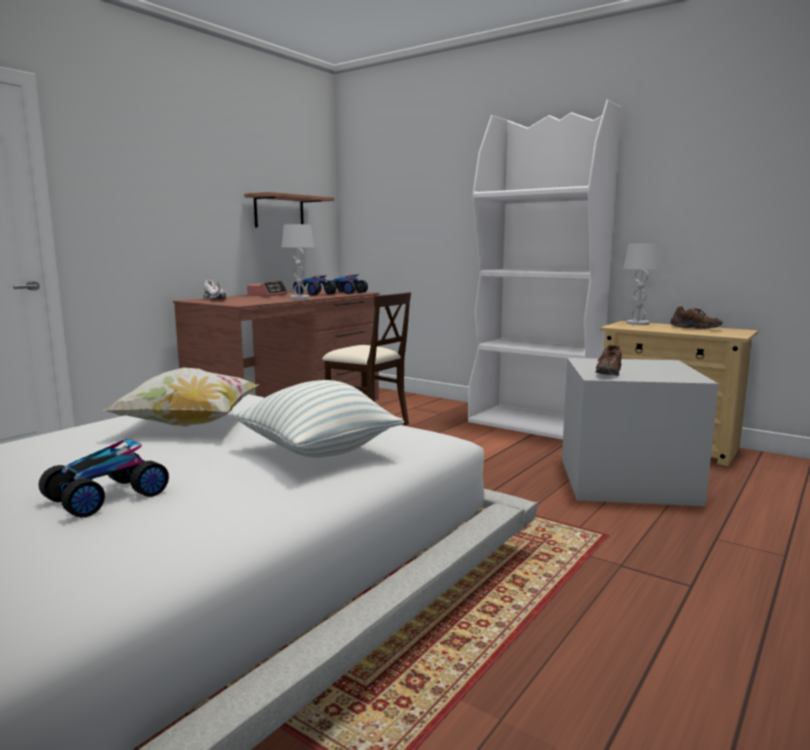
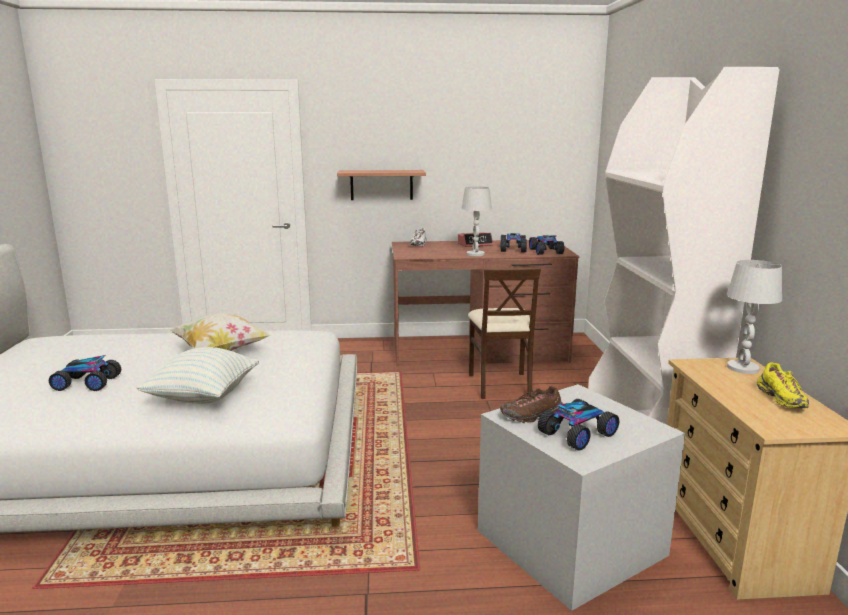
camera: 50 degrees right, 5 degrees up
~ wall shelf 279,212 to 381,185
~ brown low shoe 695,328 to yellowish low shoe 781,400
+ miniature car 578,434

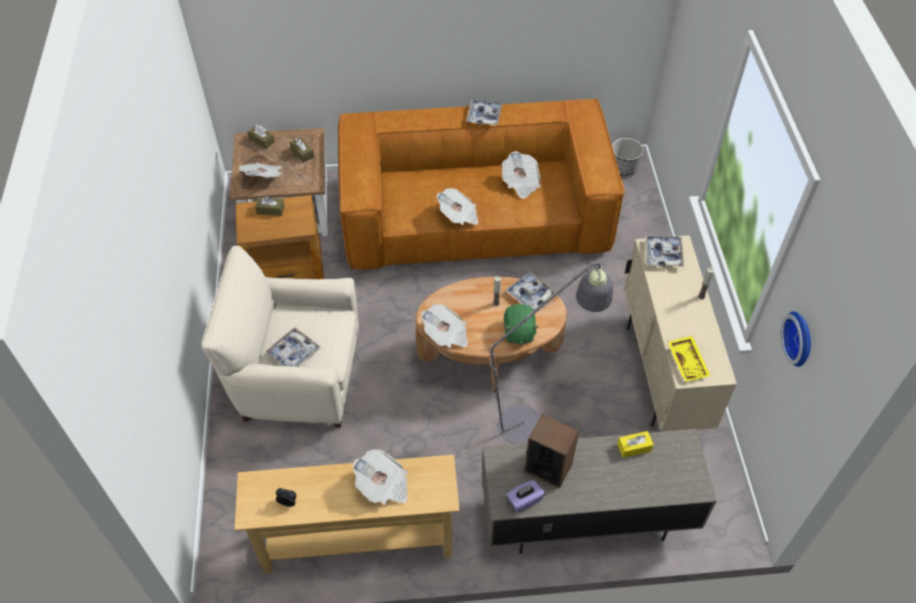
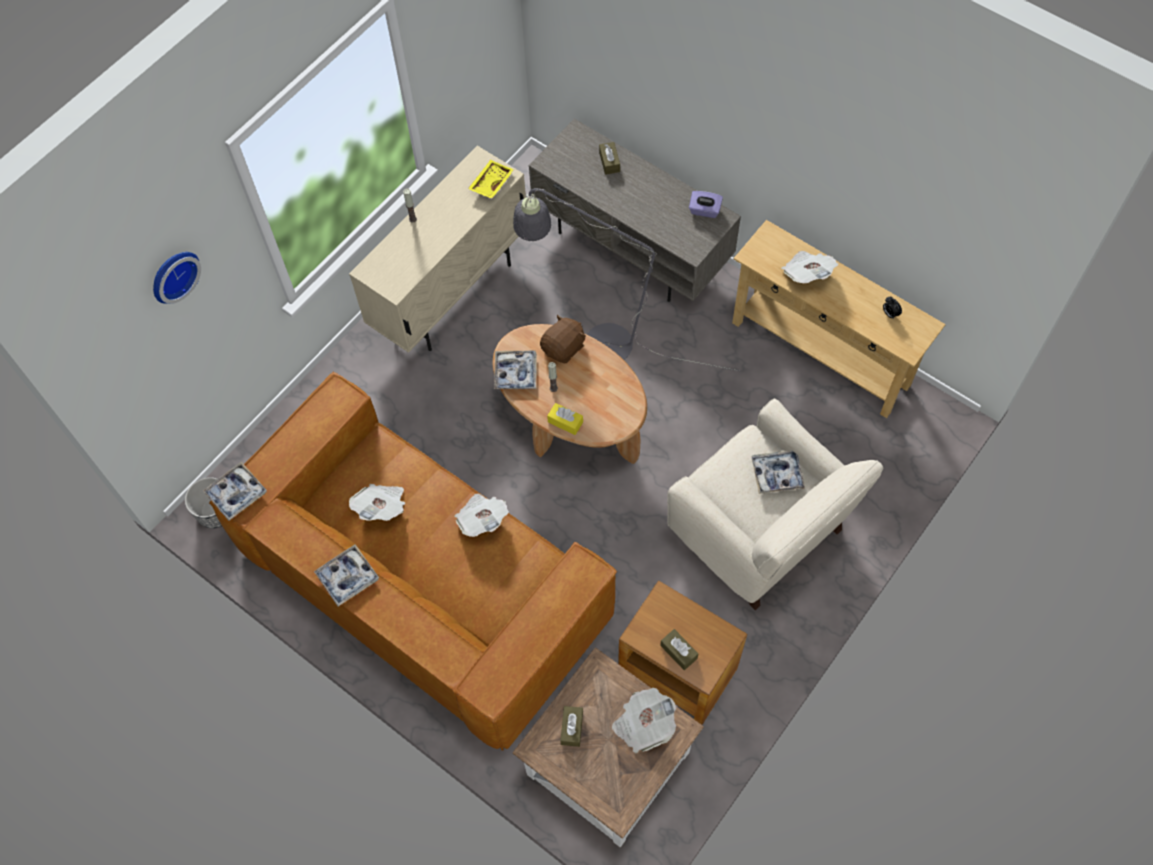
camera: 135 degrees left, 10 degrees up
~ brown tissue holder 261,141 to 609,162
- newspaper 446,335
~ green-coloured cuddly toy 518,332 to brown cuddly toy 564,348
- loudspeaker 548,467
~ yellowish tissue holder 634,447 to 565,422
~ carrying tray 663,254 to 236,494
~ hanging clock 800,338 to 172,275

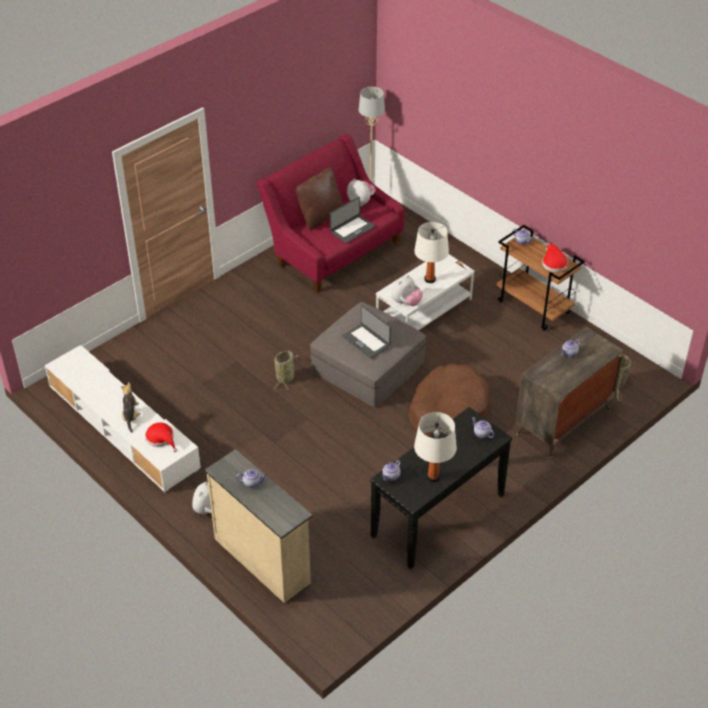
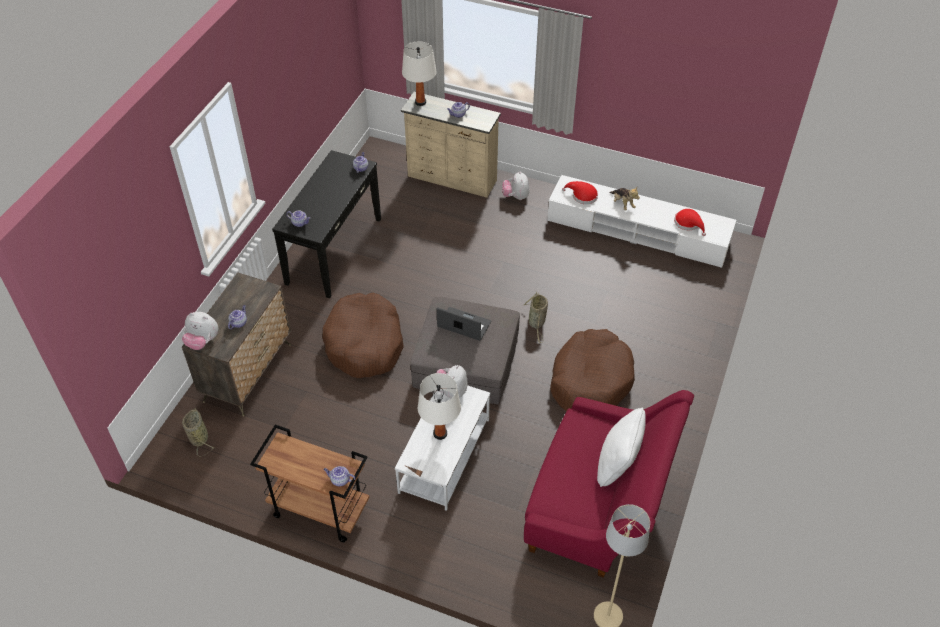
camera: 155 degrees right, 5 degrees up
~ brown pillow 320,217 to white pillow 617,464
- laptop 352,229
~ cuddly toy 361,201 to 202,341
~ white tabletop lamp 433,476 to 420,102
~ red-coloured hat 553,263 to 688,223
+ brown dog bed 590,380

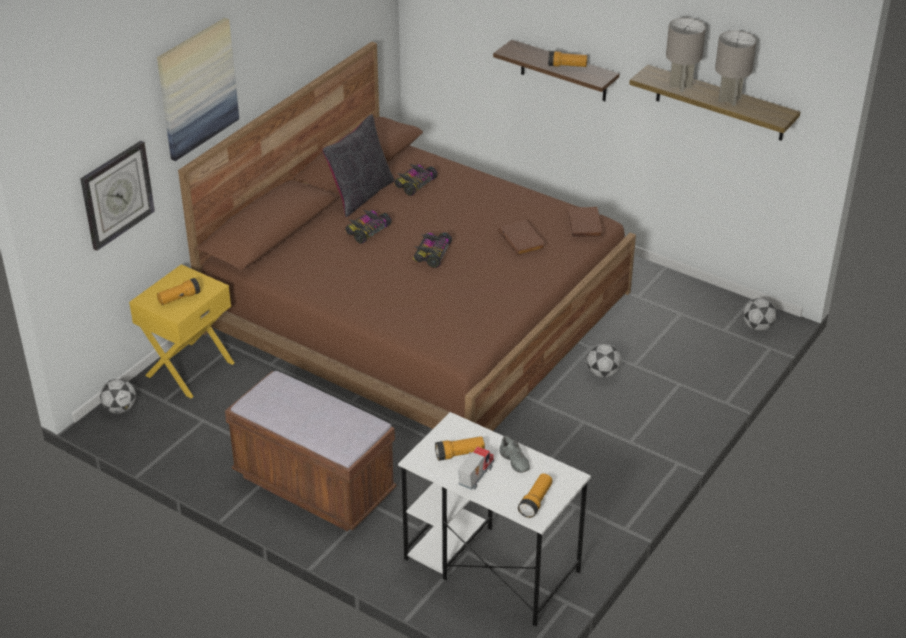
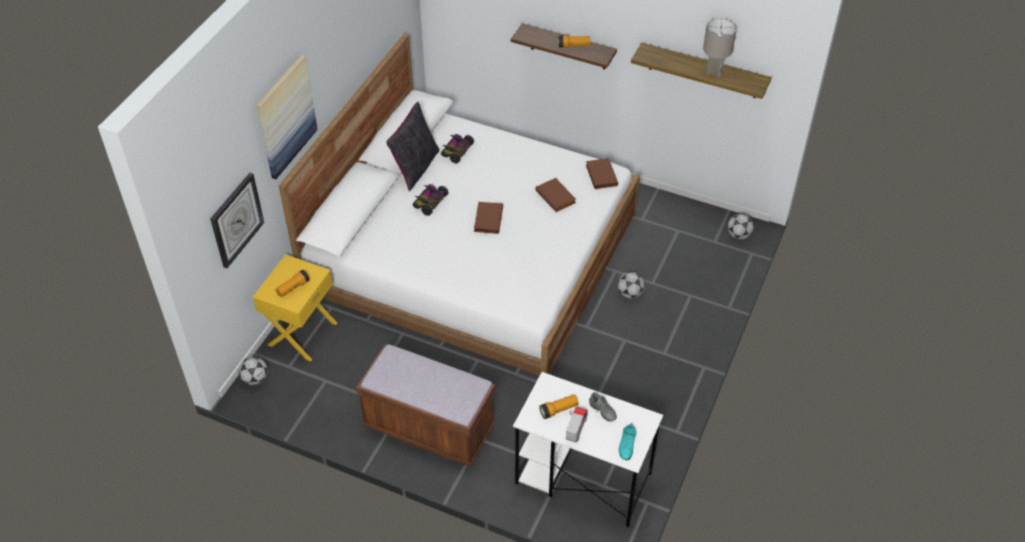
camera: 10 degrees left, 10 degrees up
~ brown bedroom bed 418,311 to white bedroom bed 473,255
~ miniature car 431,254 to brown volume 487,219
~ flashlight 535,501 to turquoise low shoe 627,445
- gray tabletop lamp 680,86

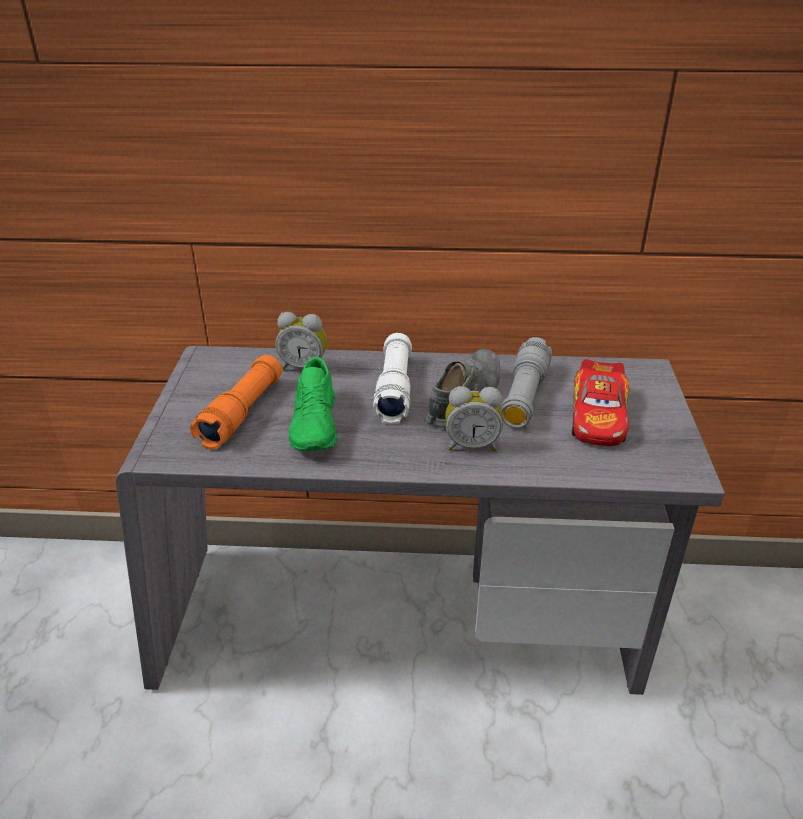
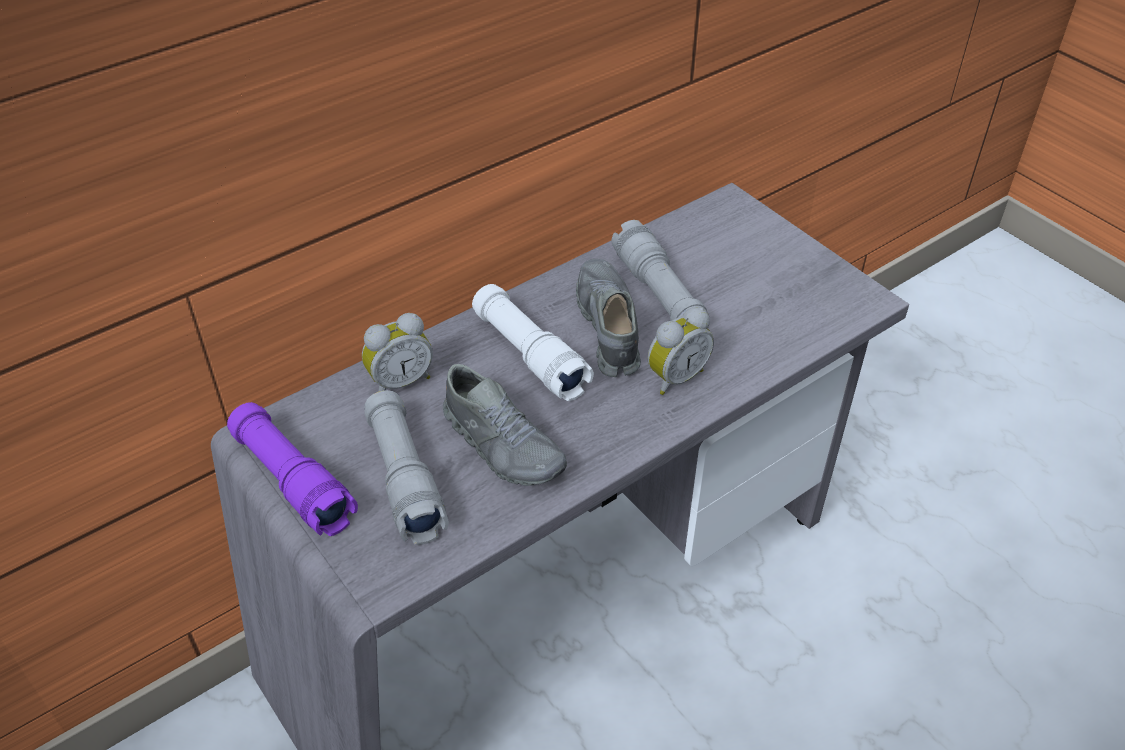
camera: 40 degrees left, 10 degrees up
~ orangey flashlight 242,413 to gray flashlight 405,478
~ green-coloured low shoe 316,425 to gray low shoe 503,445
- miniature car 598,417
+ purple flashlight 293,481

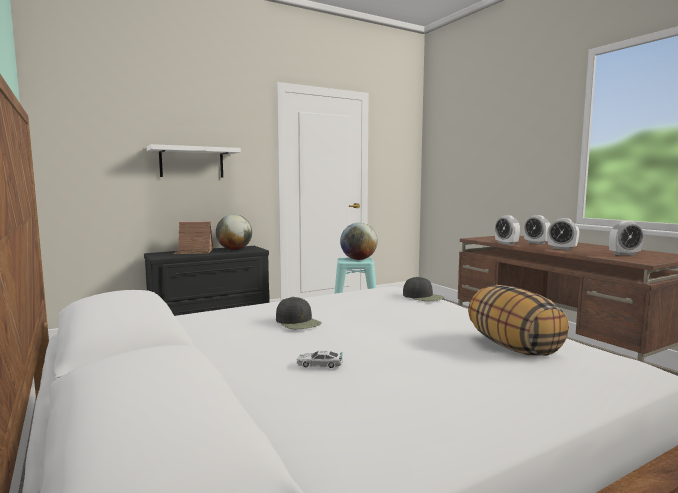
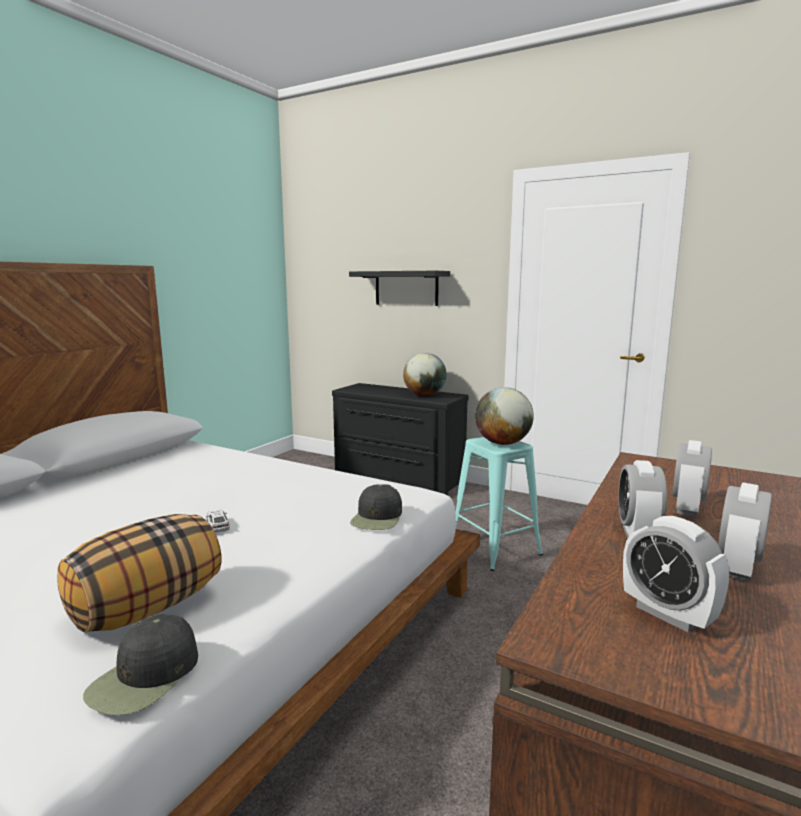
camera: 60 degrees right, 5 degrees up
~ white wall shelf 192,162 to black-coloured wall shelf 406,288
- miniature house 193,252
~ black-coloured baseball cap 298,322 to 145,677
~ miniature car 319,364 to 218,524
~ bedside clock 506,243 to 738,568

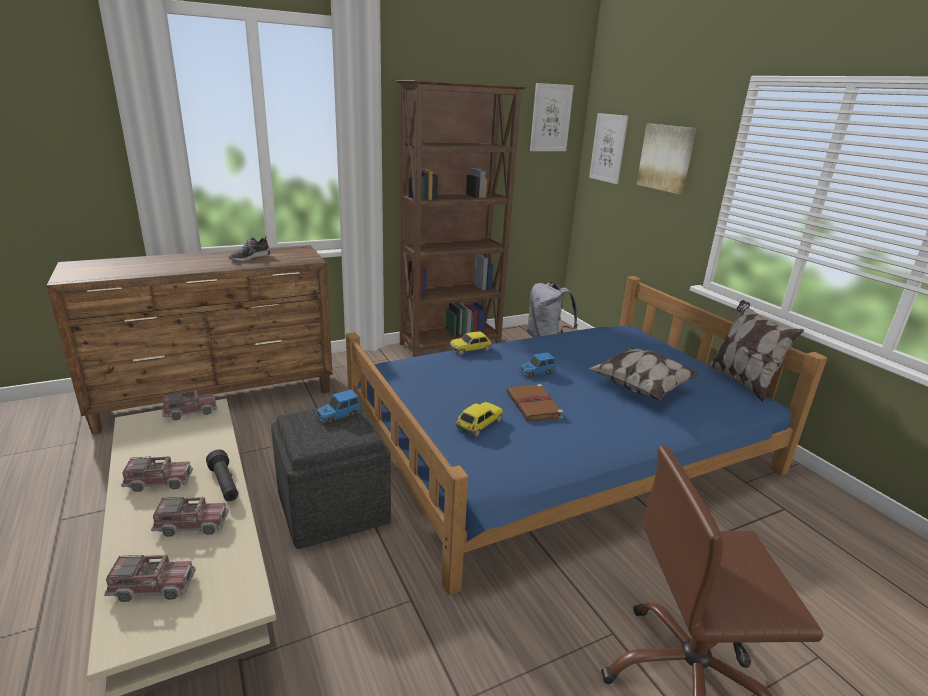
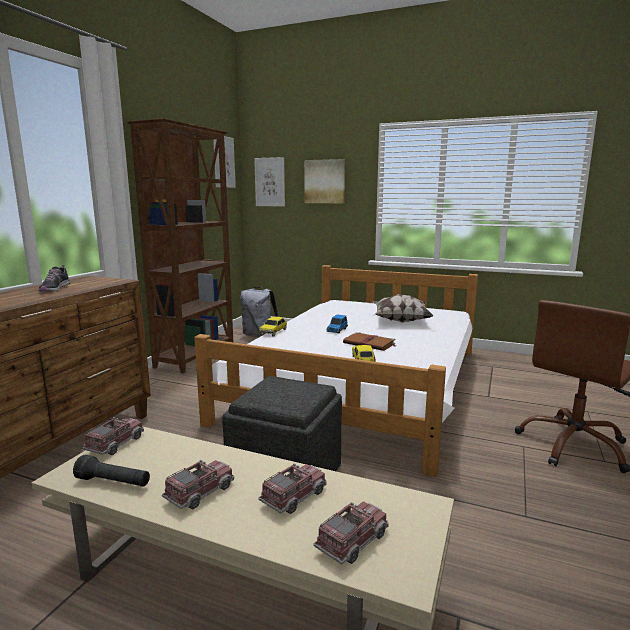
camera: 40 degrees left, 10 degrees down
~ black-coloured flashlight 225,484 to 113,482
- miniature car 338,416
~ blue-coloured bedroom bed 558,447 to white bedroom bed 361,383
- pillow 741,381

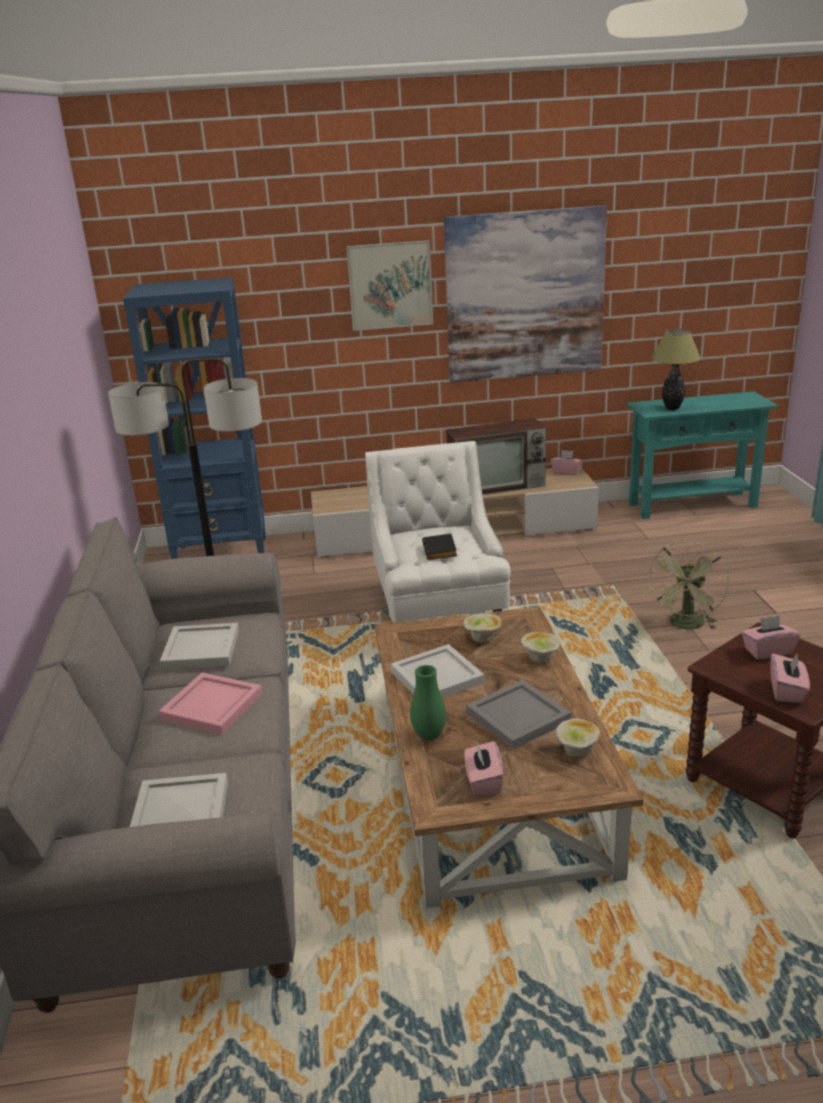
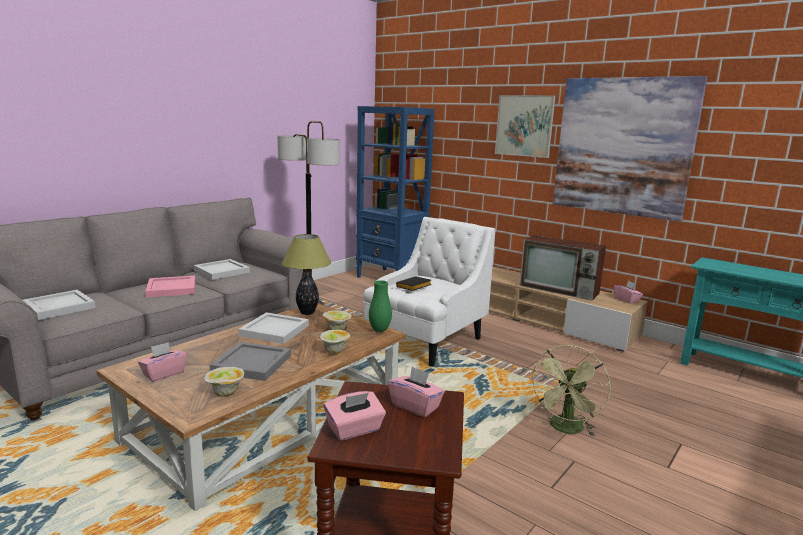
camera: 45 degrees right, 10 degrees down
~ green-coloured vase 429,736 to 379,330
~ green-coloured electric fan 686,625 = 566,429 45 degrees counterclockwise
~ tabletop lamp 672,408 to 307,313

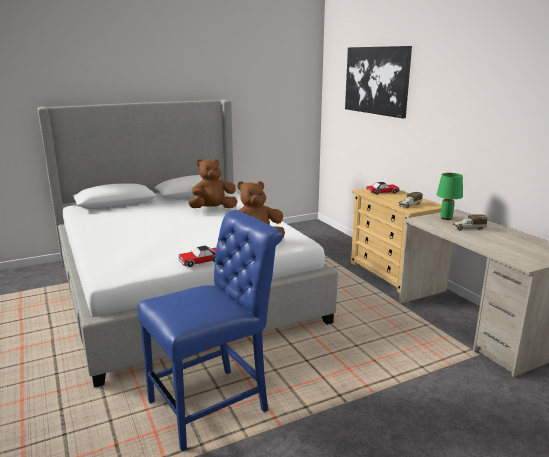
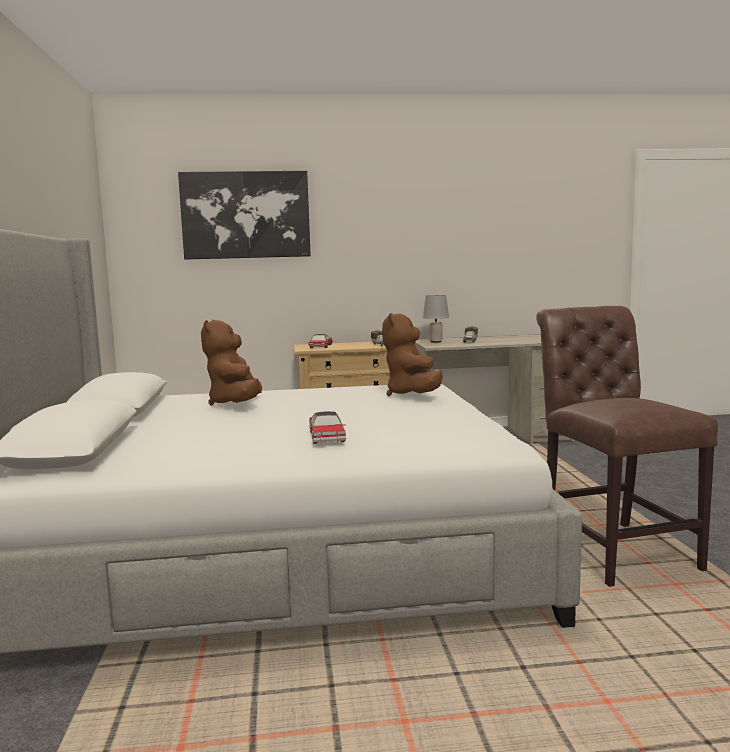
camera: 70 degrees left, 10 degrees down
~ blue-coloured plain chair 215,404 to brown plain chair 613,549
~ miniature car 200,261 to 327,436
~ green-coloured tabletop lamp 446,218 to gray tabletop lamp 435,342

